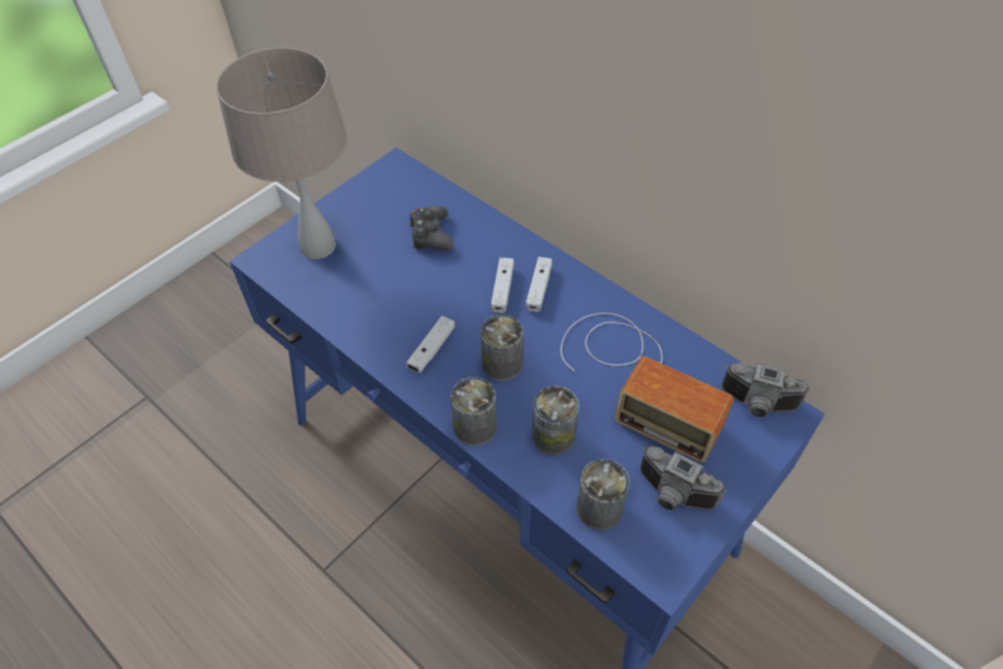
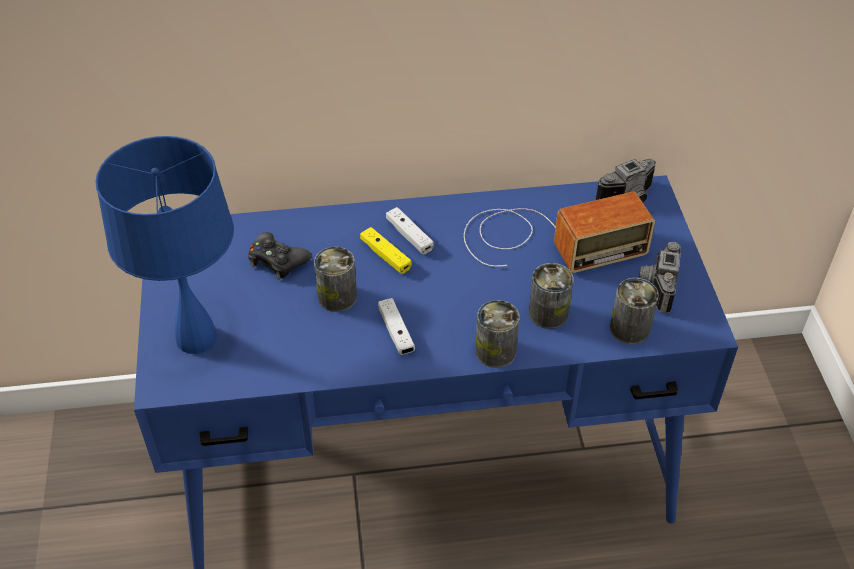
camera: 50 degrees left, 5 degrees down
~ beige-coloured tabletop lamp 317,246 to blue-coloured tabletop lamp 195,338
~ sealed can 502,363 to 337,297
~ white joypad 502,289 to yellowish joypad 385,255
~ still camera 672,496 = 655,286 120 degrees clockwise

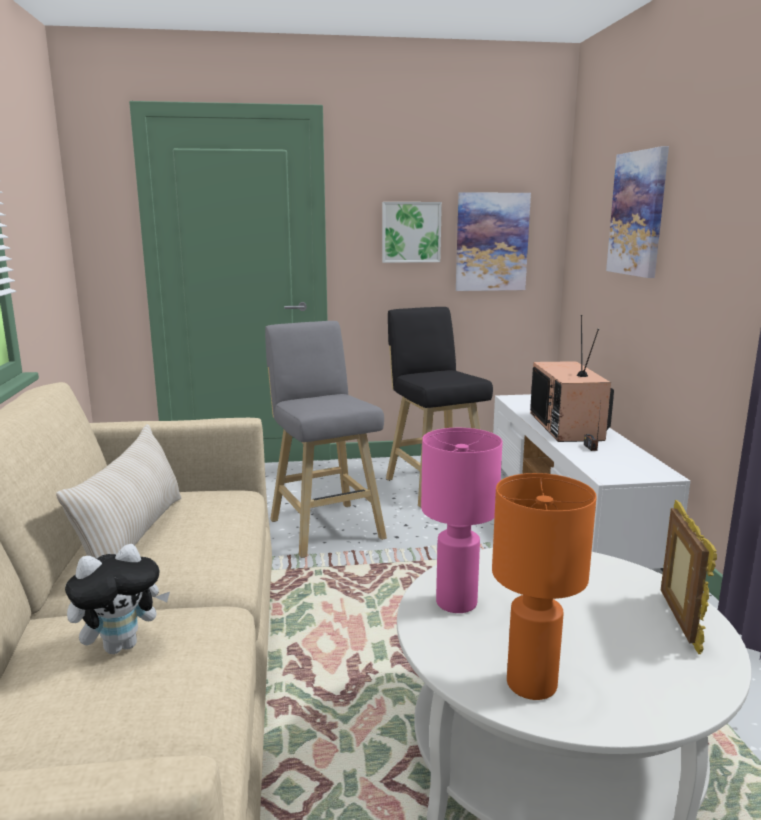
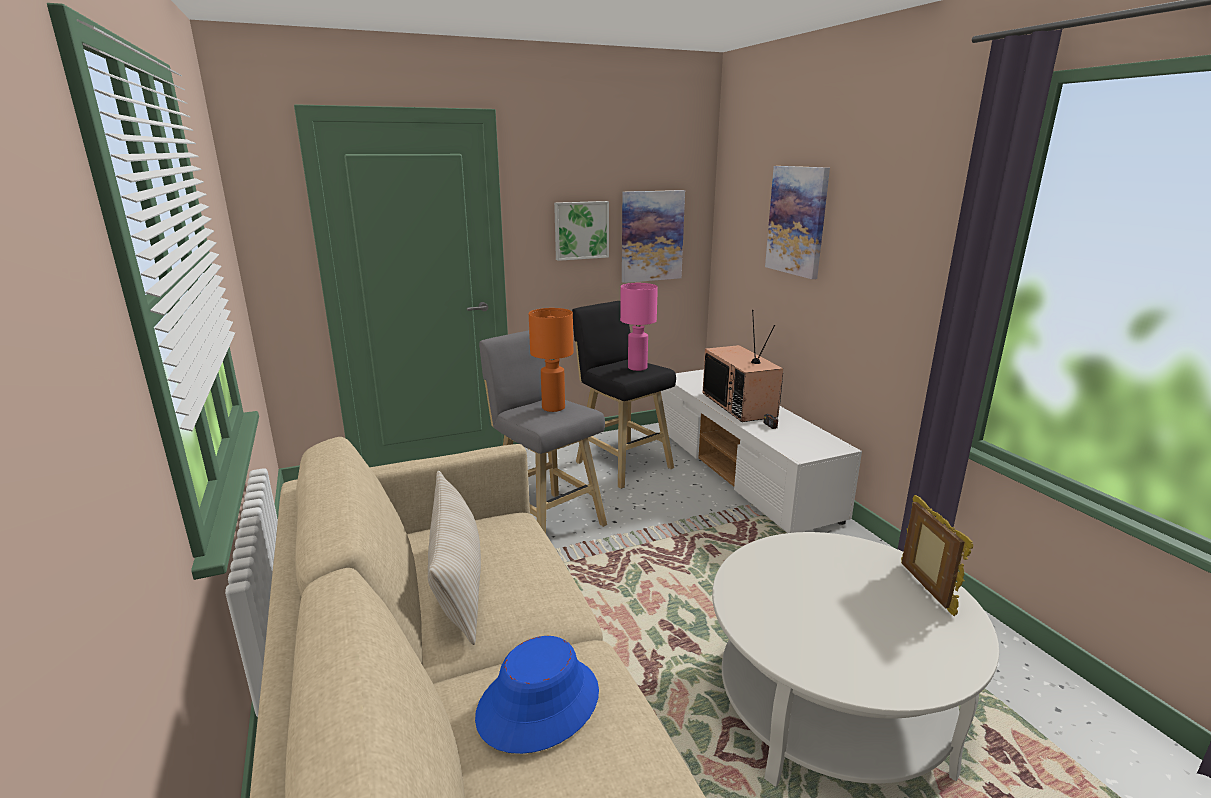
camera: 15 degrees left, 5 degrees up
~ cuddly toy 121,645 to blue-coloured hat 538,703
~ pink-coloured tabletop lamp 457,603 to 638,368
~ orangey tabletop lamp 532,684 to 554,407

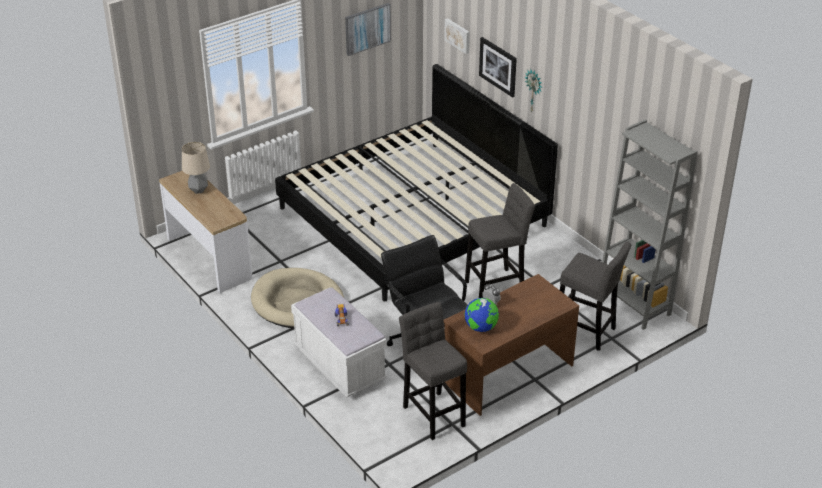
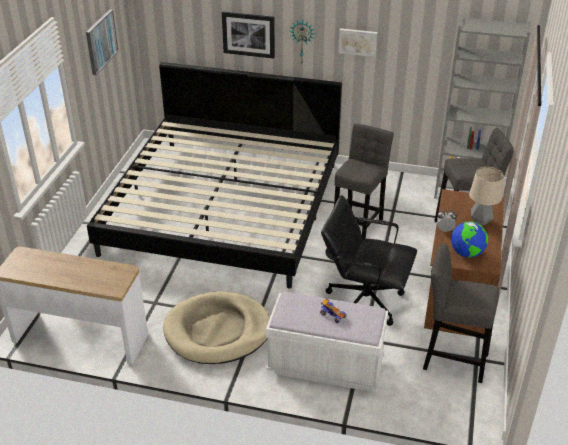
camera: 40 degrees left, 0 degrees up
~ tabletop lamp 198,190 to 480,221
~ picture 458,35 to 358,41

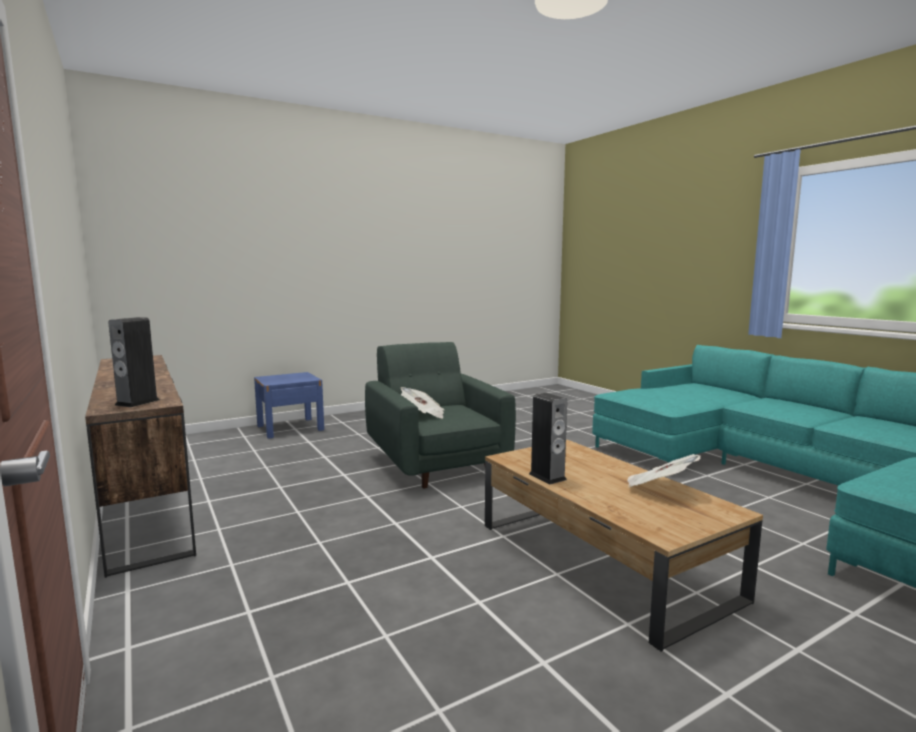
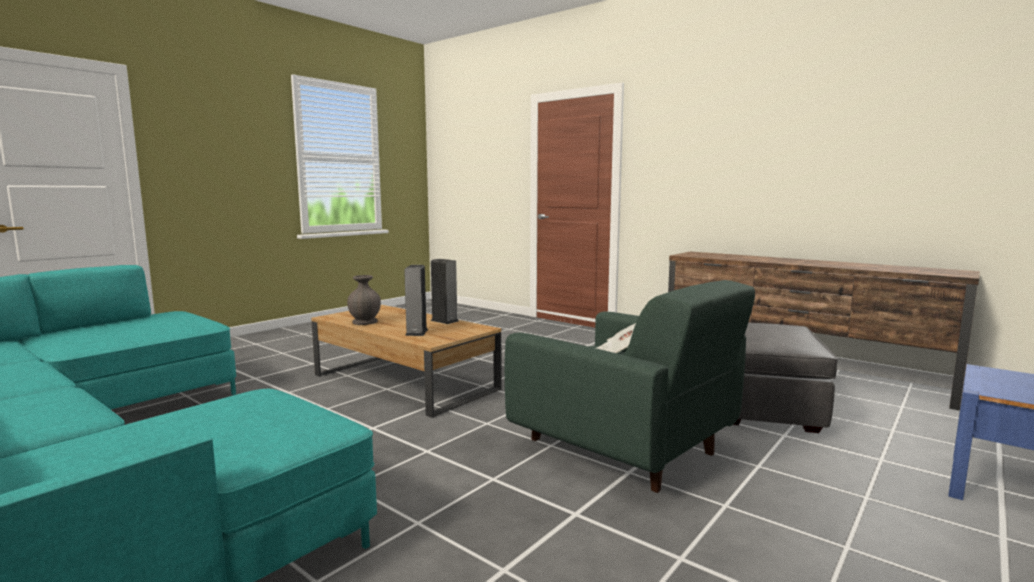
camera: 160 degrees right, 0 degrees up
~ loudspeaker 137,402 to 416,332
~ newspaper 658,488 to gray vase 365,322
+ gray footrest 763,406

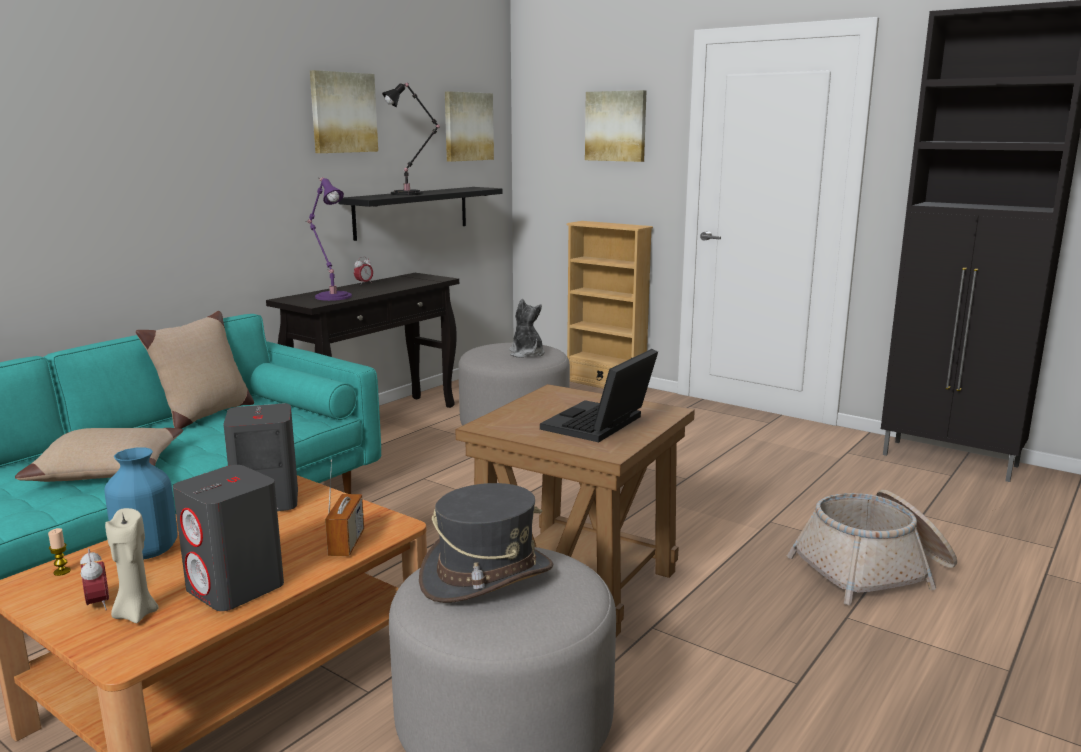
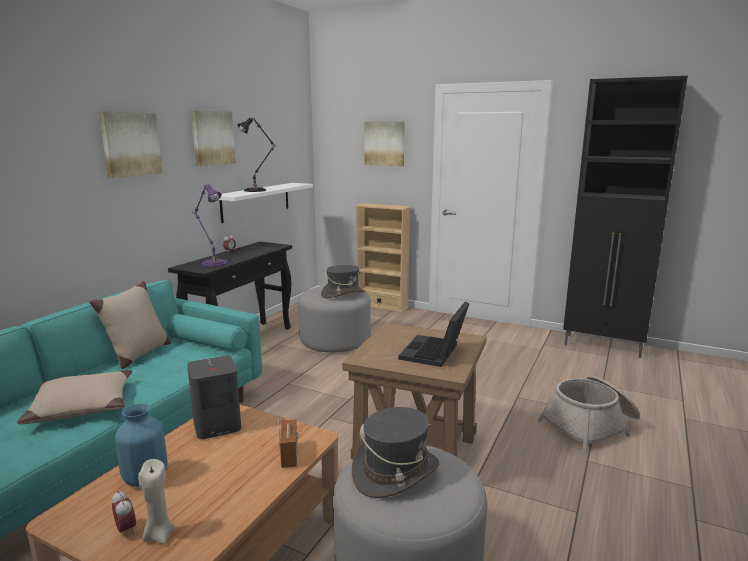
camera: 10 degrees left, 0 degrees up
- candle 62,571
- gray loudspeaker 236,588
~ black-coloured wall shelf 412,212 to white wall shelf 256,201
~ picture 467,126 to 130,144
~ cuddly toy 526,354 to gray hat 343,294

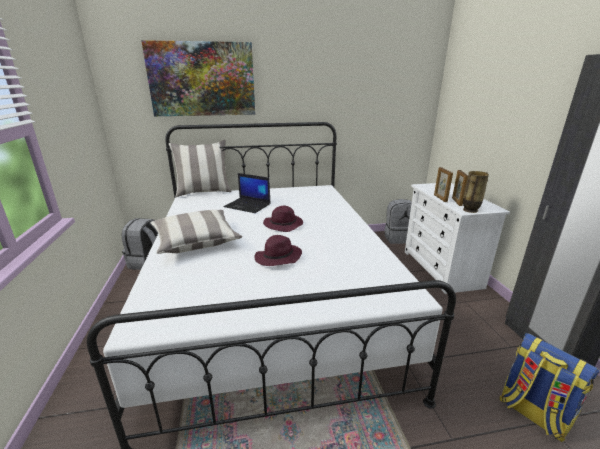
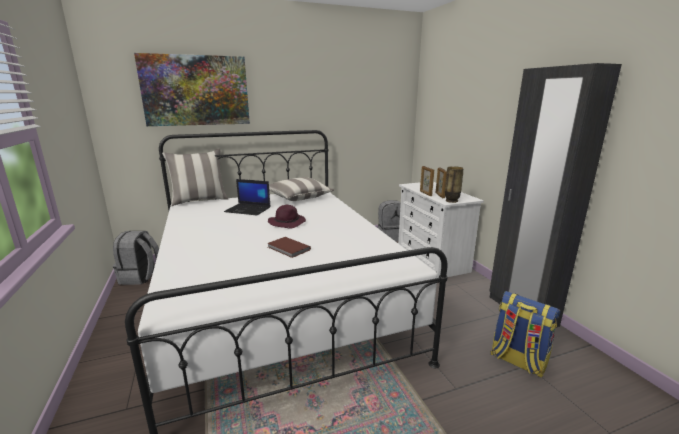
camera: 10 degrees left, 5 degrees down
~ pillow 196,242 to 298,197
~ purple hat 278,258 to brown volume 288,249

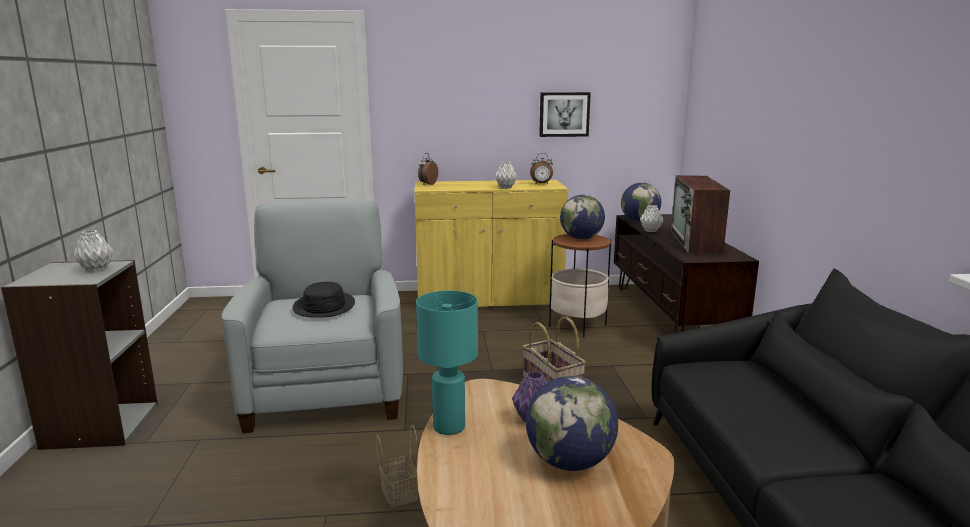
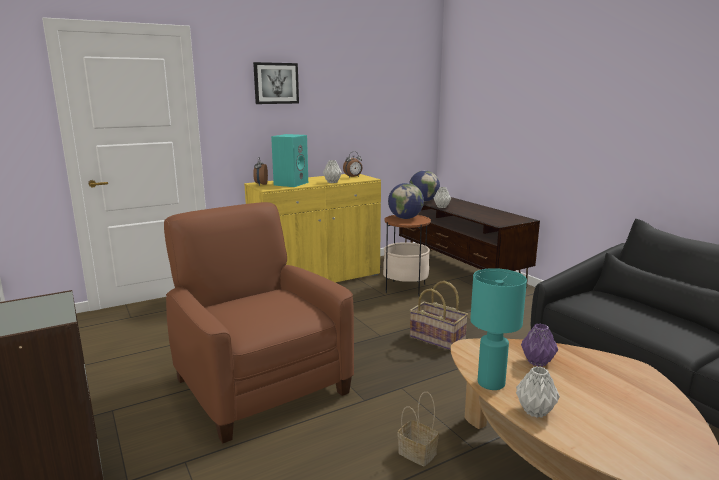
camera: 25 degrees left, 0 degrees up
~ gray vase 95,269 to 535,412
~ gray lounge chair 326,390 to brown lounge chair 260,384
- black-coloured hat 324,306
- desk globe 569,462
~ picture 564,114 to 276,83
- TV set 696,242
+ turquoise loudspeaker 291,183

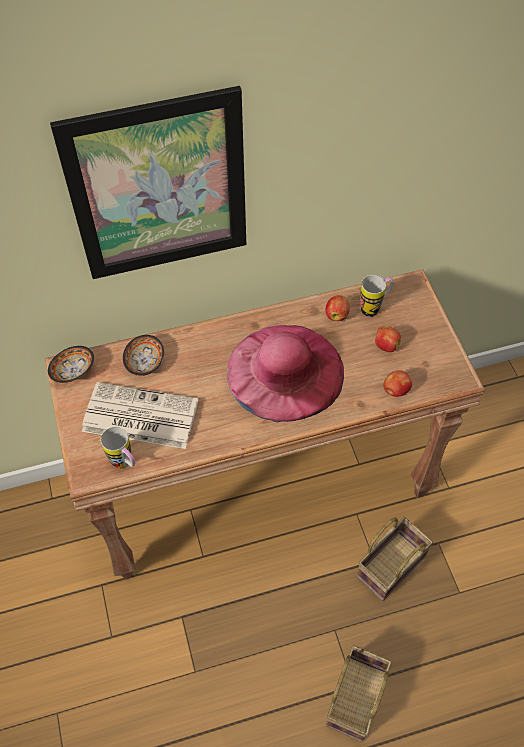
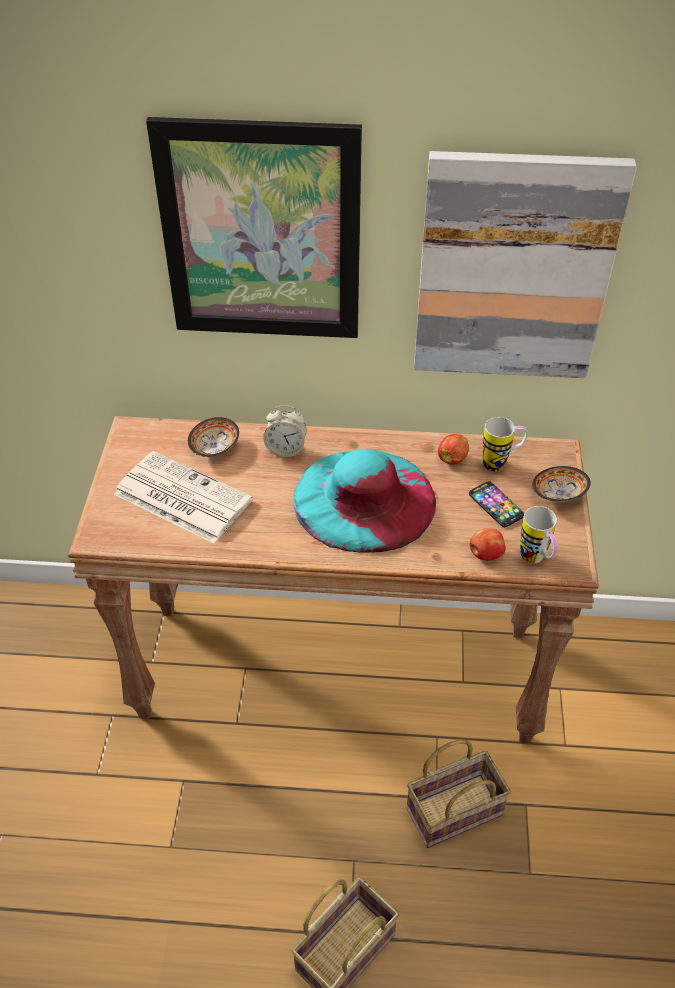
camera: 20 degrees right, 10 degrees down
~ deep dish 73,371 to 558,494
~ mug 125,464 to 536,560
~ pink-coloured hat 285,371 to turquoise hat 364,499
~ apple fruit 385,345 to telephone 496,505
+ bedside clock 286,449
+ picture 513,269

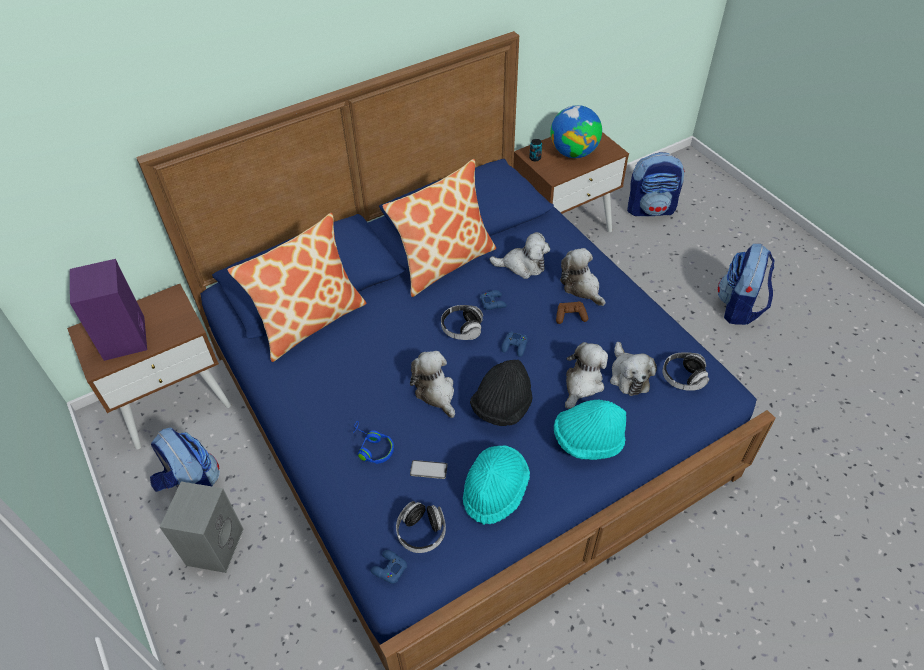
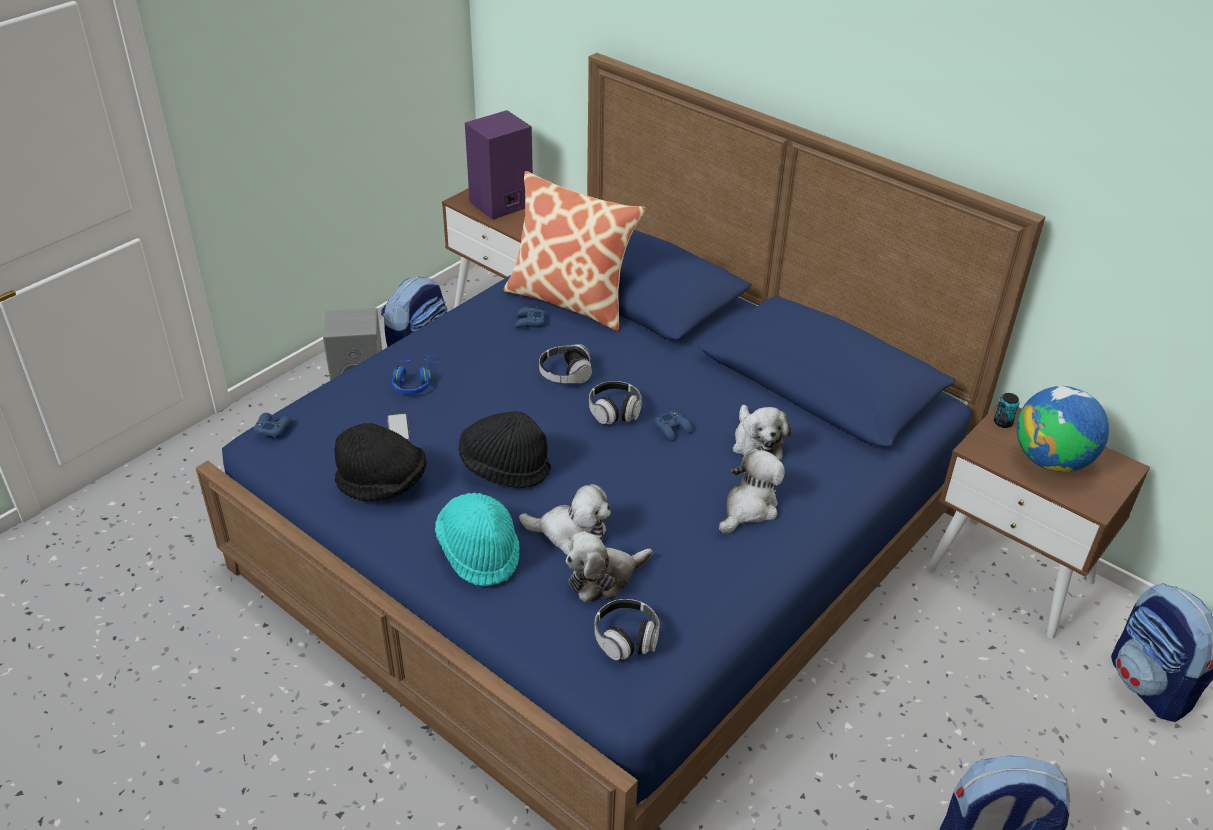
camera: 70 degrees right, 10 degrees down
- pillow 444,262
~ pair of headphones 421,533 to 565,375
- cuddly toy 435,392
~ turquoise hat 494,491 to black-coloured hat 383,484
~ blue-coloured joypad 514,346 to 529,322
- brown joypad 570,316

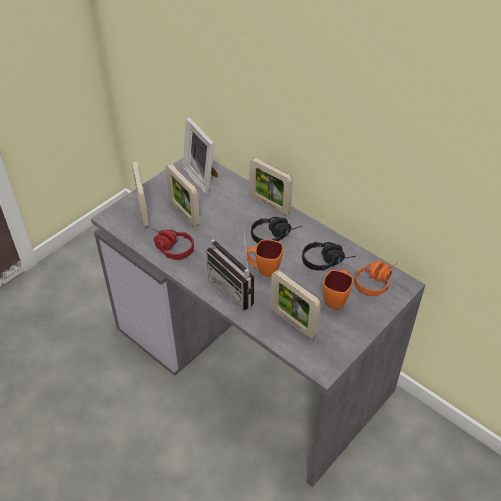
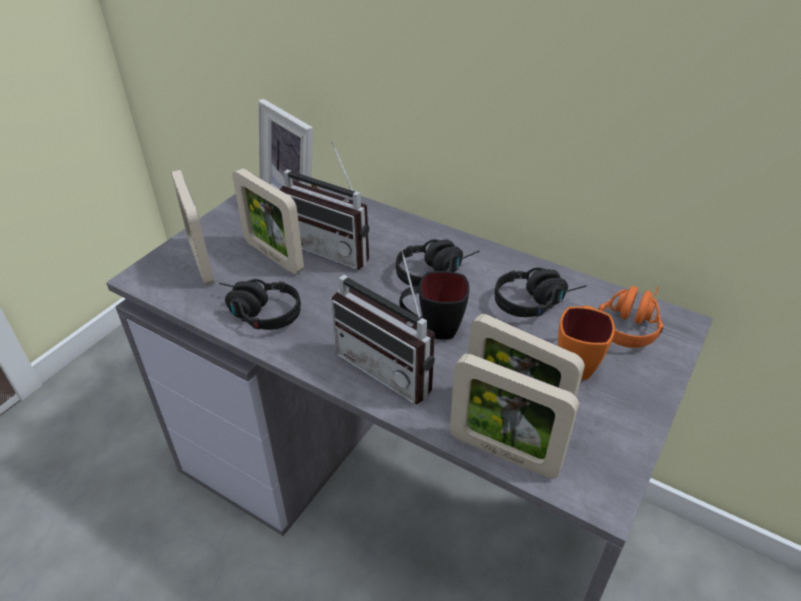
camera: 10 degrees left, 5 degrees down
~ red-coloured pair of headphones 170,248 to black-coloured pair of headphones 256,313
~ orangey mug 263,270 to black-coloured mug 432,329
~ picture frame 269,204 to 503,453
+ radio 334,248

